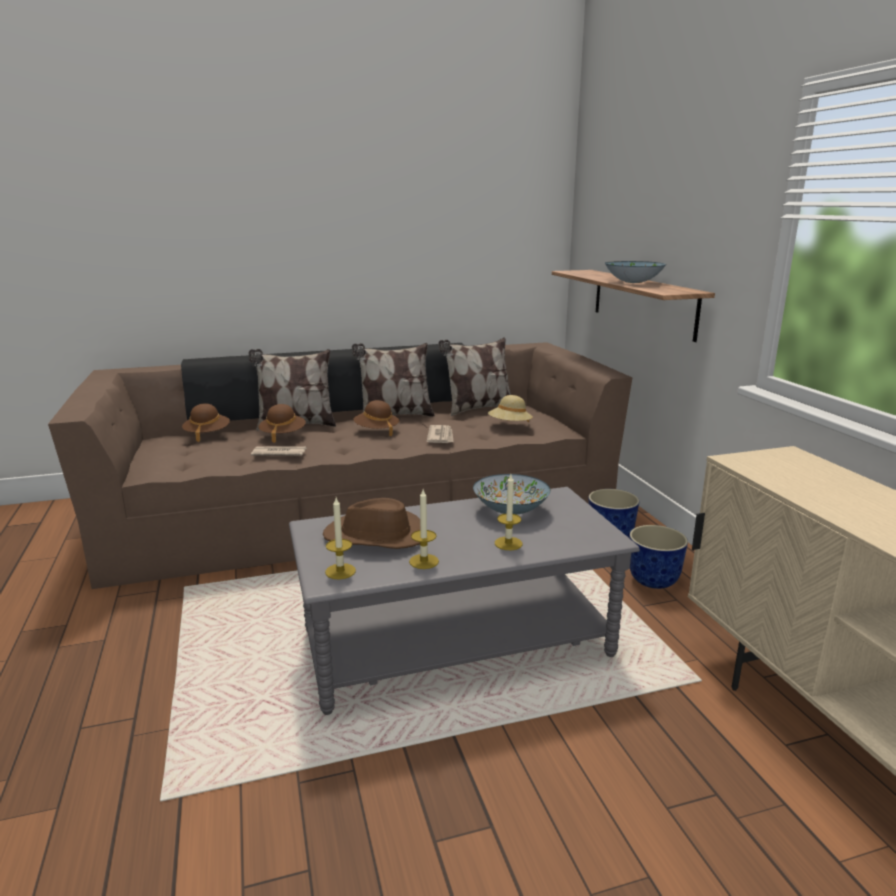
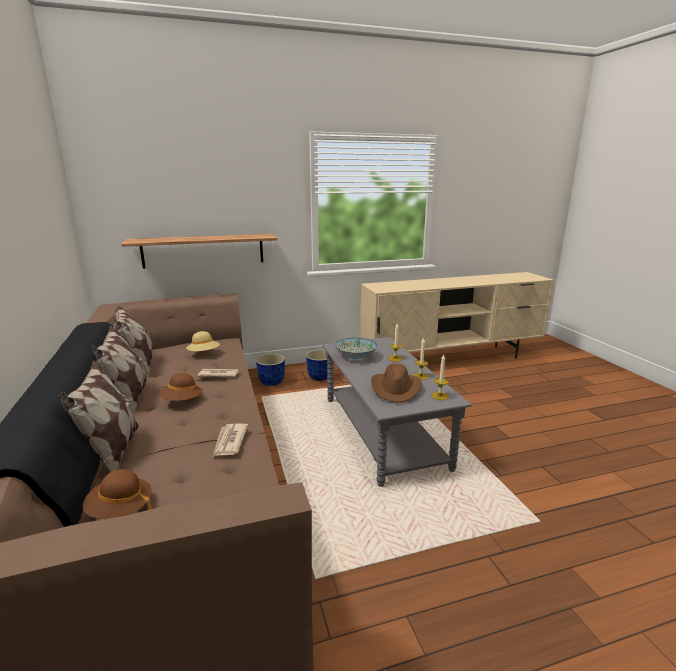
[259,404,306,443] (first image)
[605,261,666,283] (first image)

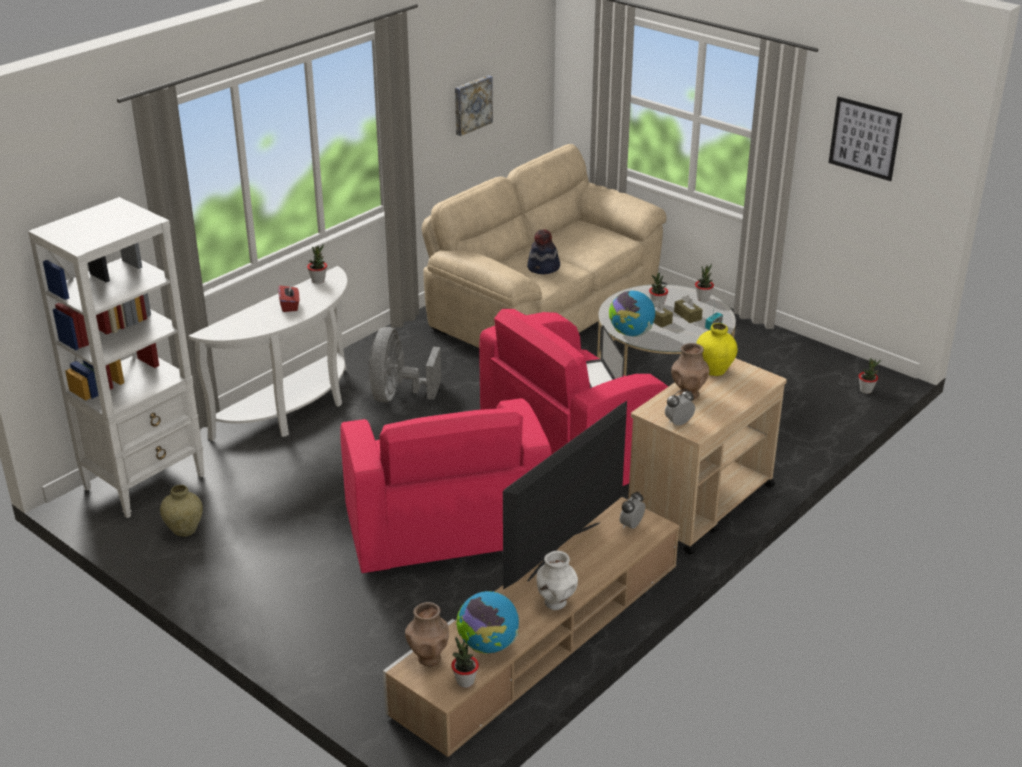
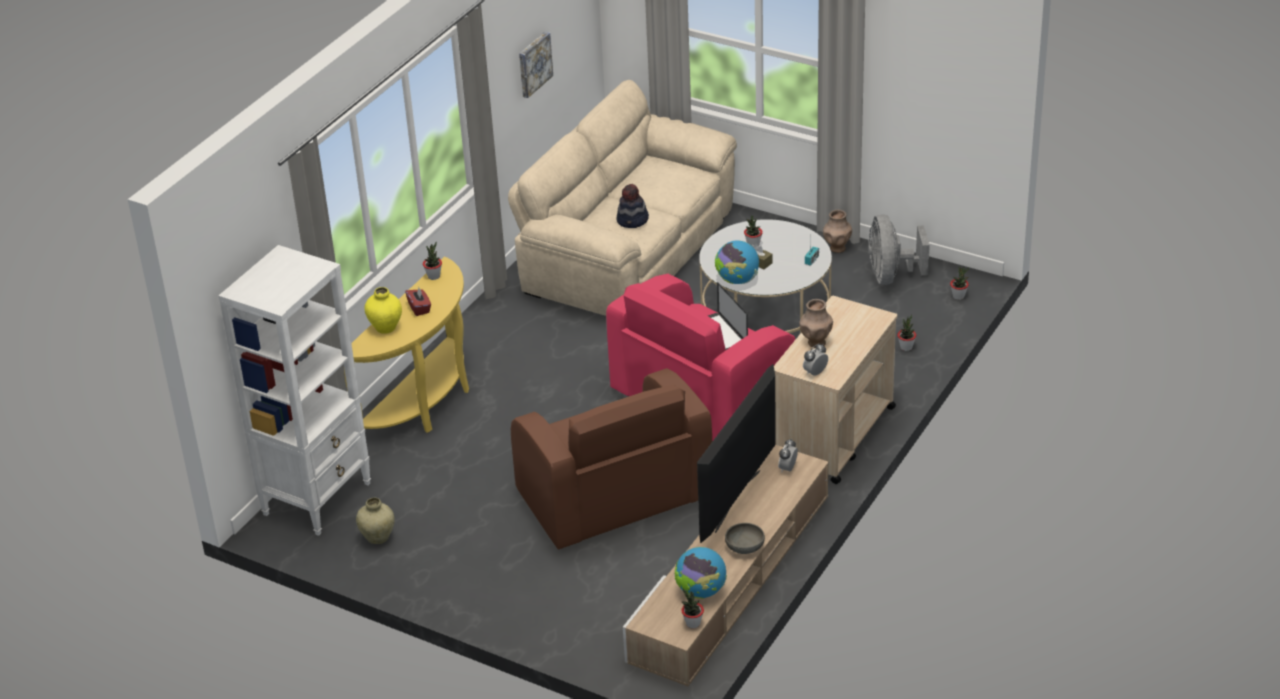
[674,295,703,323] (first image)
[829,97,902,181] (first image)
[868,215,930,285]
[823,209,852,253]
[897,314,916,351]
[365,287,402,334]
[725,523,765,554]
[344,257,469,433]
[511,368,712,549]

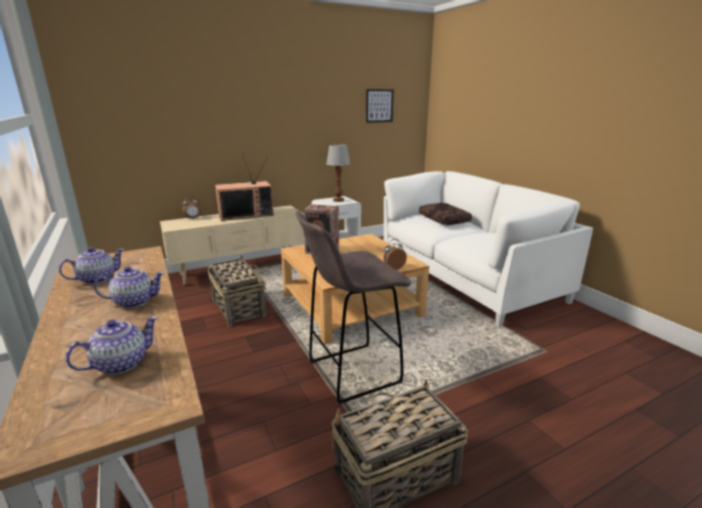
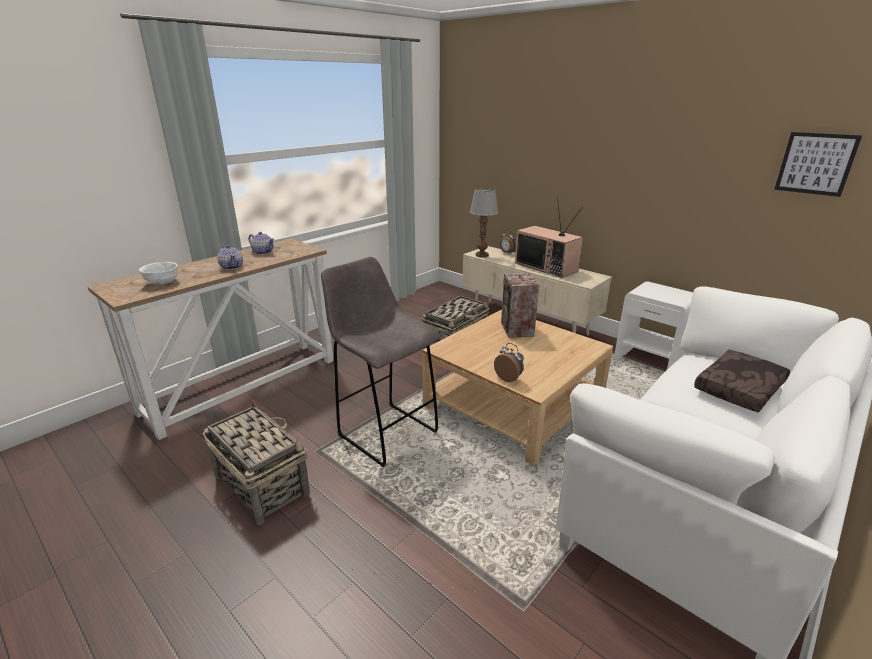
[470,188,499,258]
[139,262,178,284]

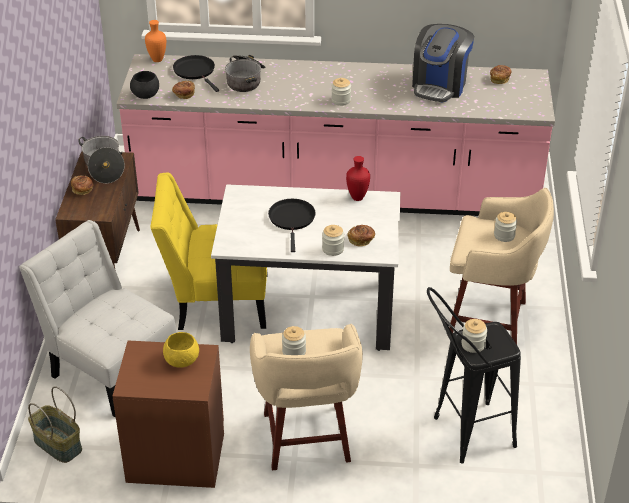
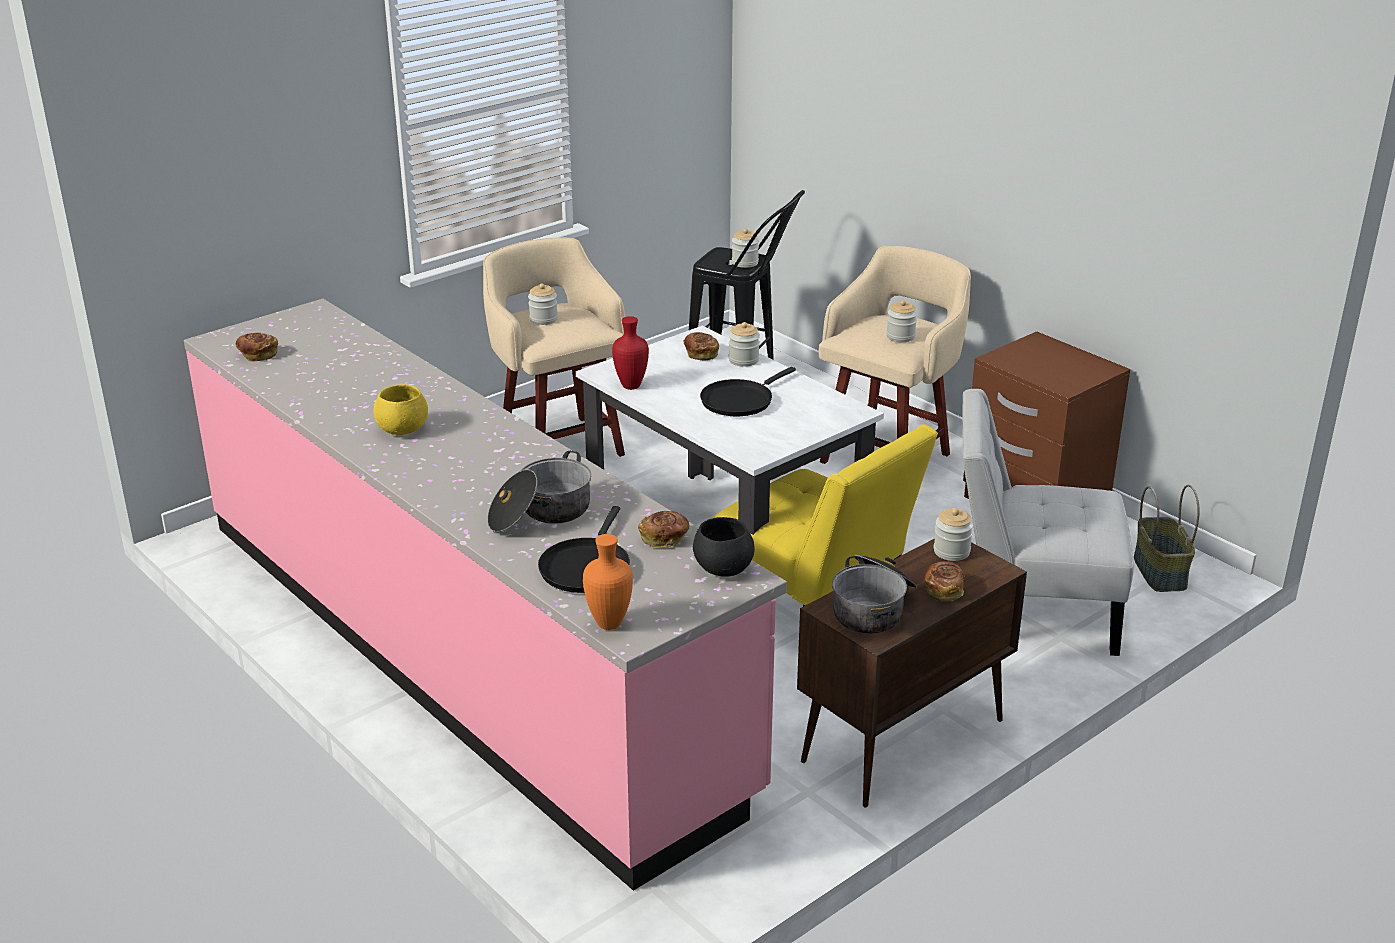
[412,24,474,103] (first image)
[373,384,428,435]
[934,508,973,561]
[962,389,1134,656]

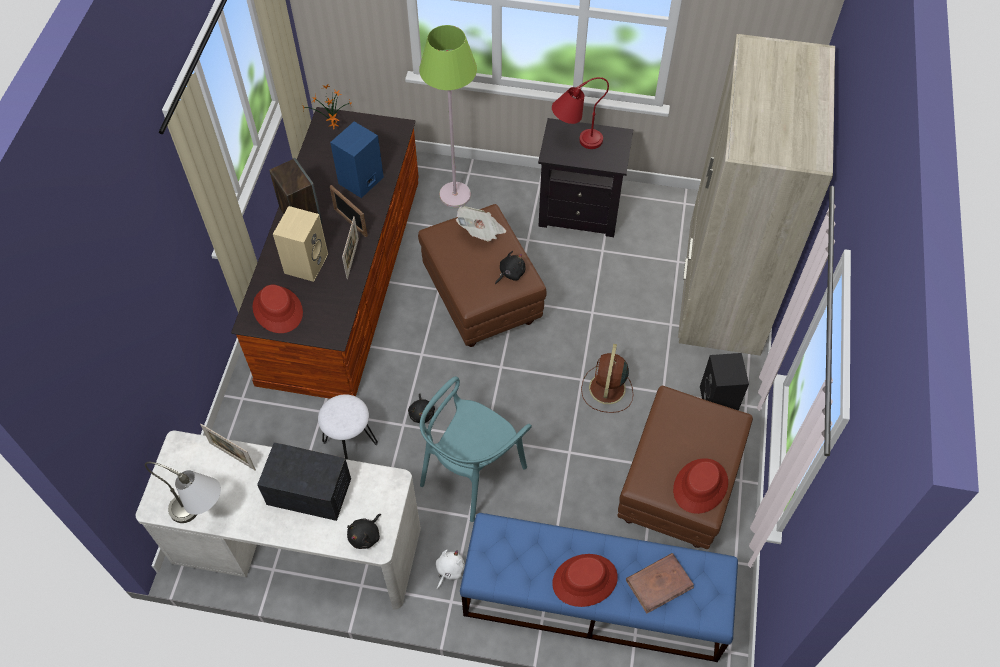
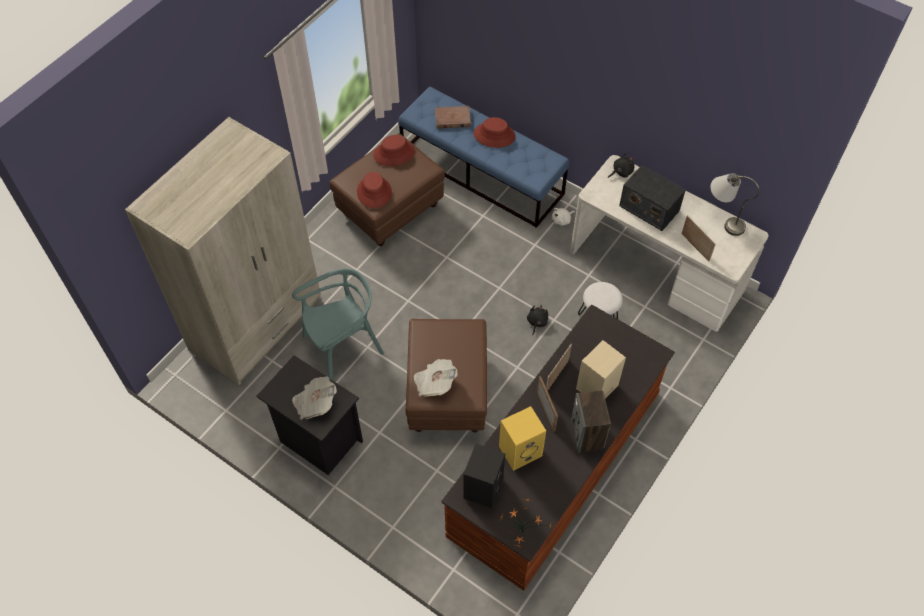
[419,25,477,208] (first image)
[495,251,526,284] (first image)
[581,344,633,413] (first image)
[357,172,392,208]
[292,268,384,380]
[463,444,505,508]
[292,376,337,420]
[499,406,546,471]

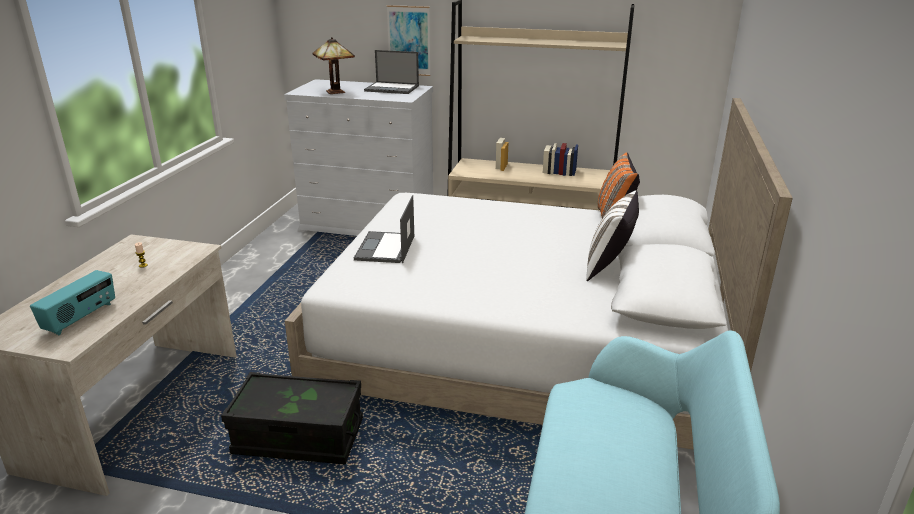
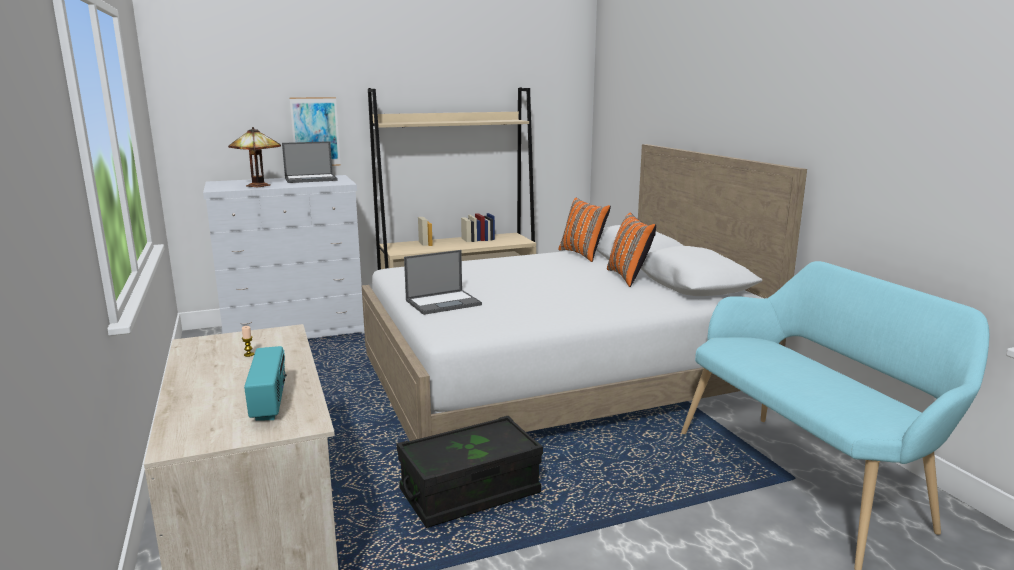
[607,213,656,287]
[404,250,482,315]

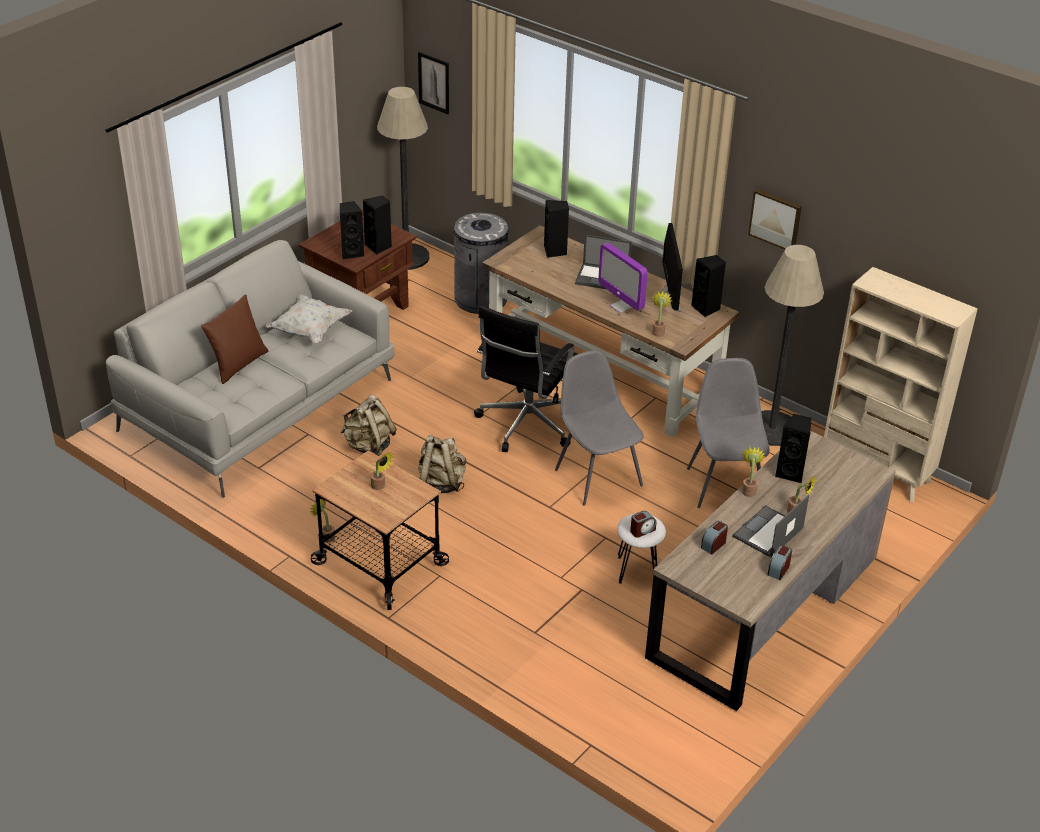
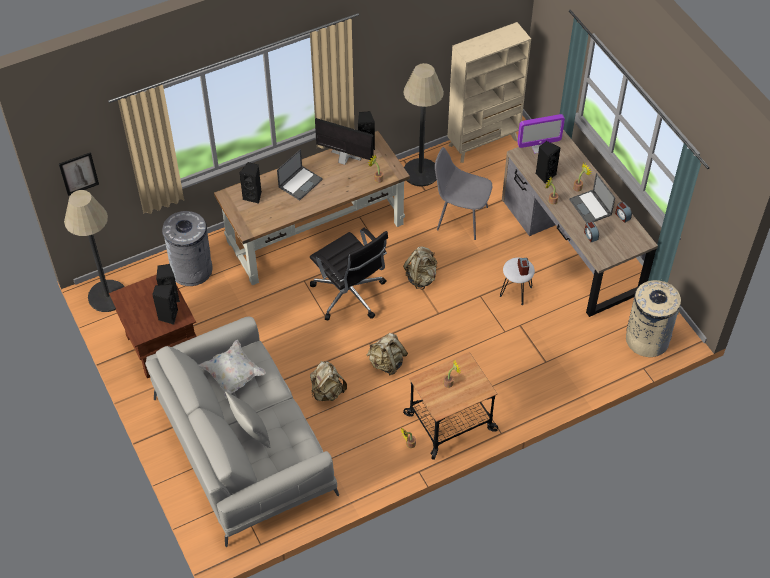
[748,189,802,250] (first image)
[626,279,681,357]
[517,114,565,154]
[403,246,437,290]
[225,391,270,448]

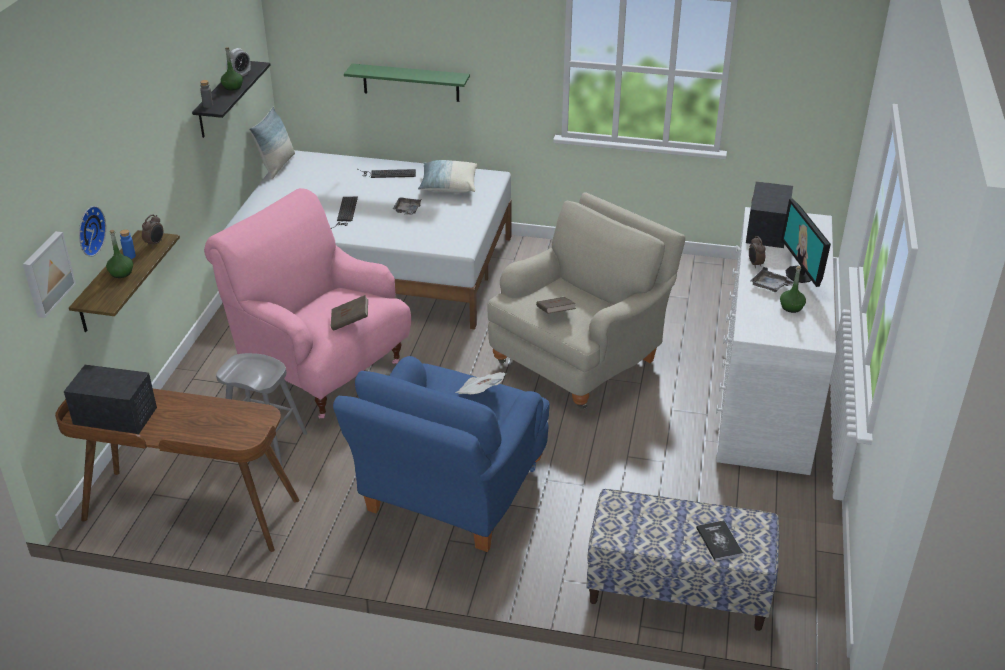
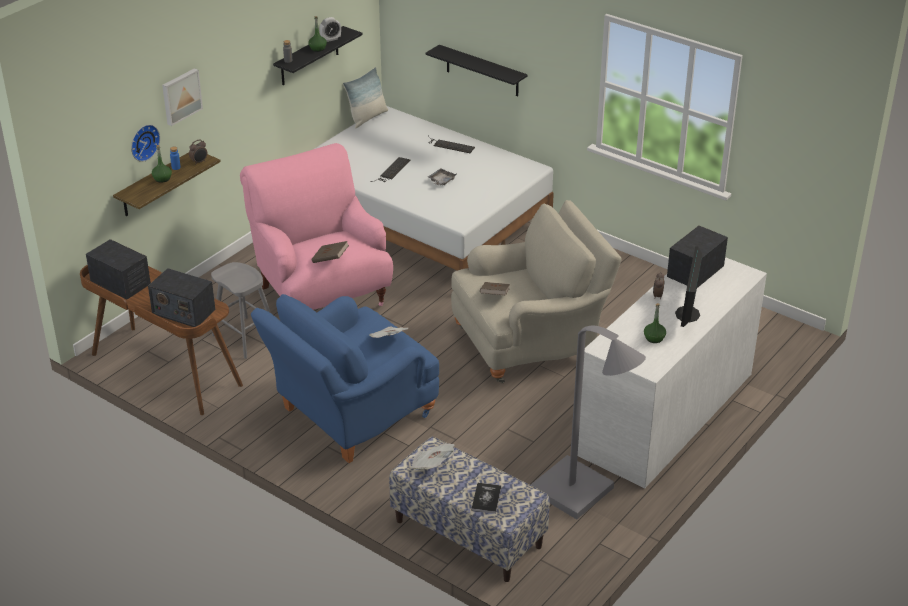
[418,160,477,193] (first image)
[751,267,794,292] (first image)
[148,268,215,327]
[410,443,455,469]
[531,325,646,519]
[162,68,203,126]
[426,45,527,96]

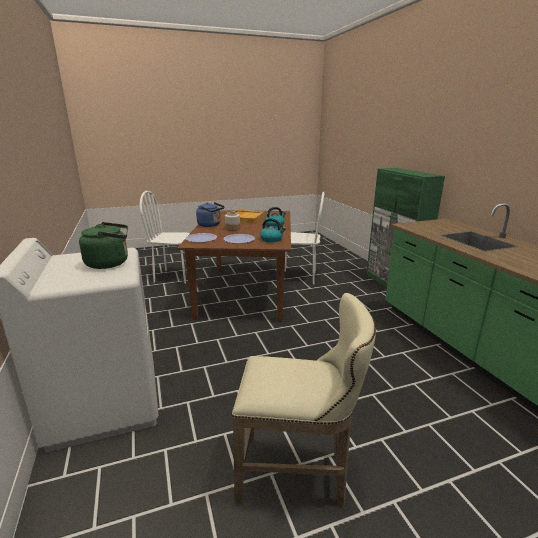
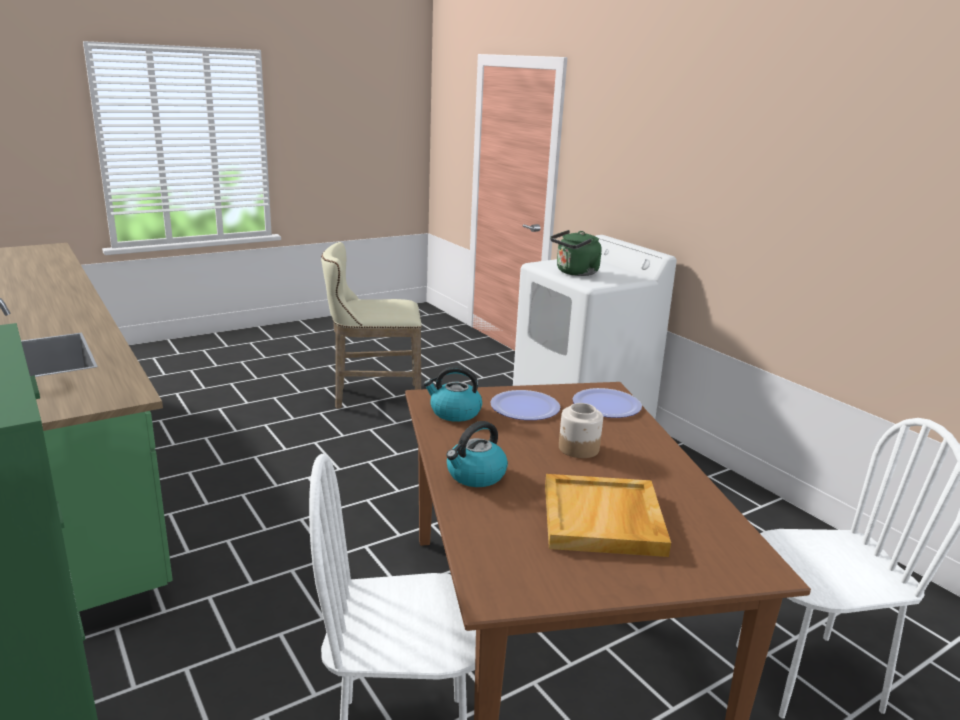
[196,202,224,227] (first image)

